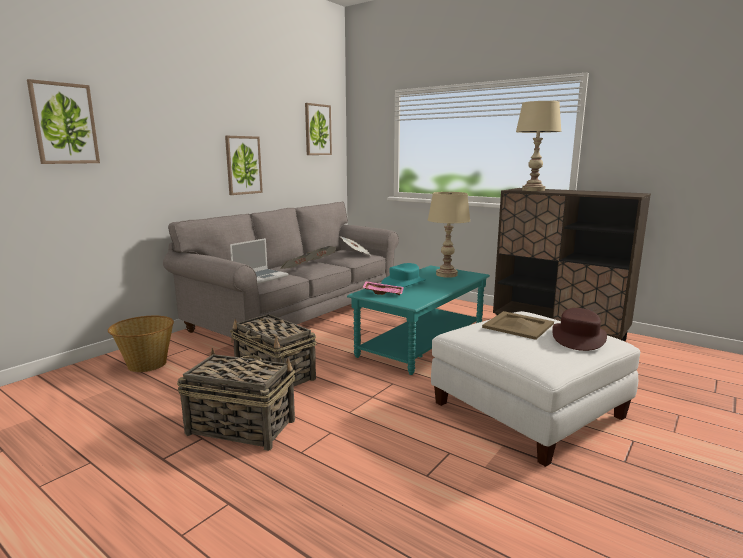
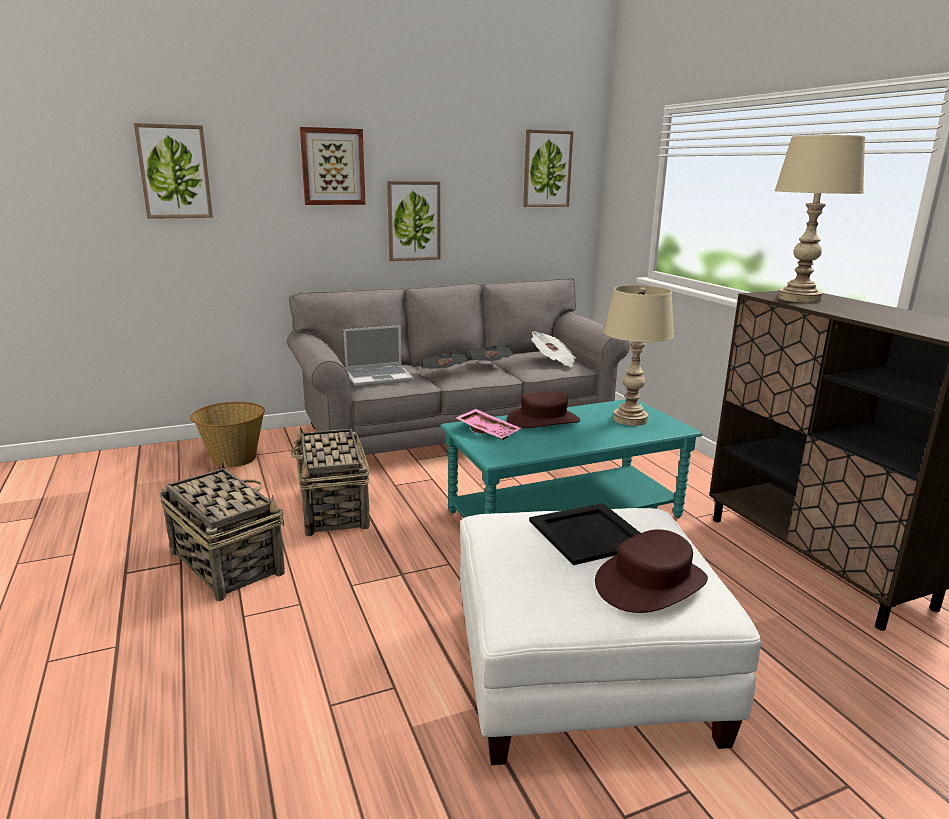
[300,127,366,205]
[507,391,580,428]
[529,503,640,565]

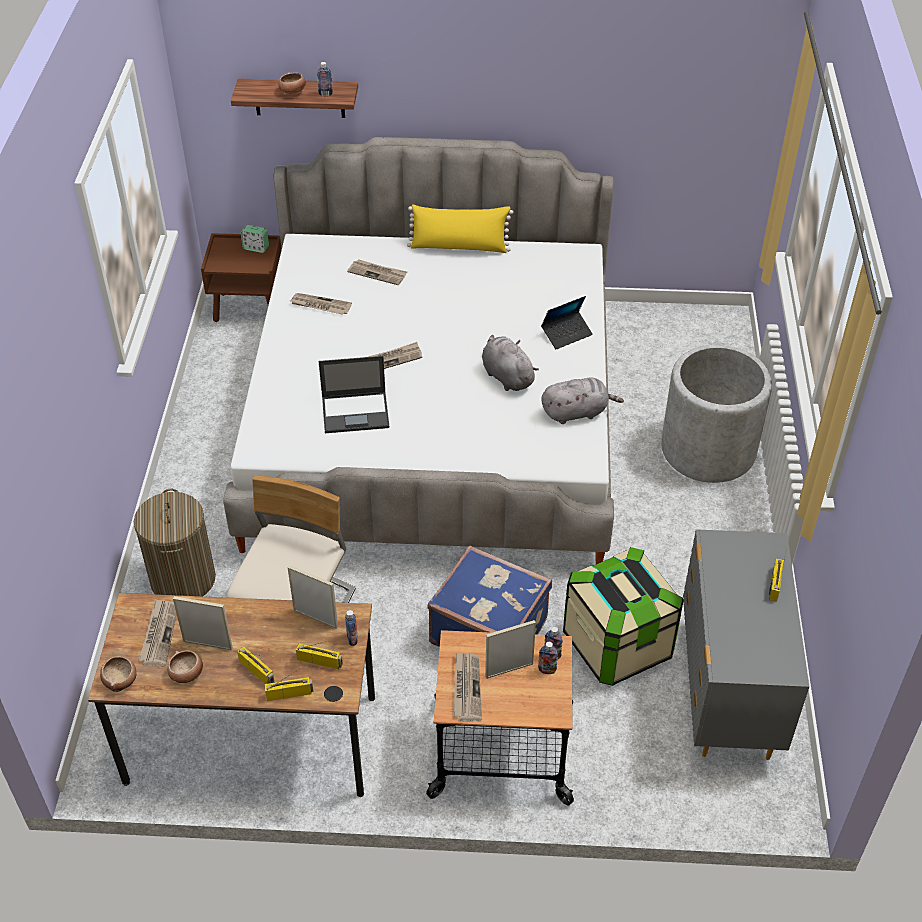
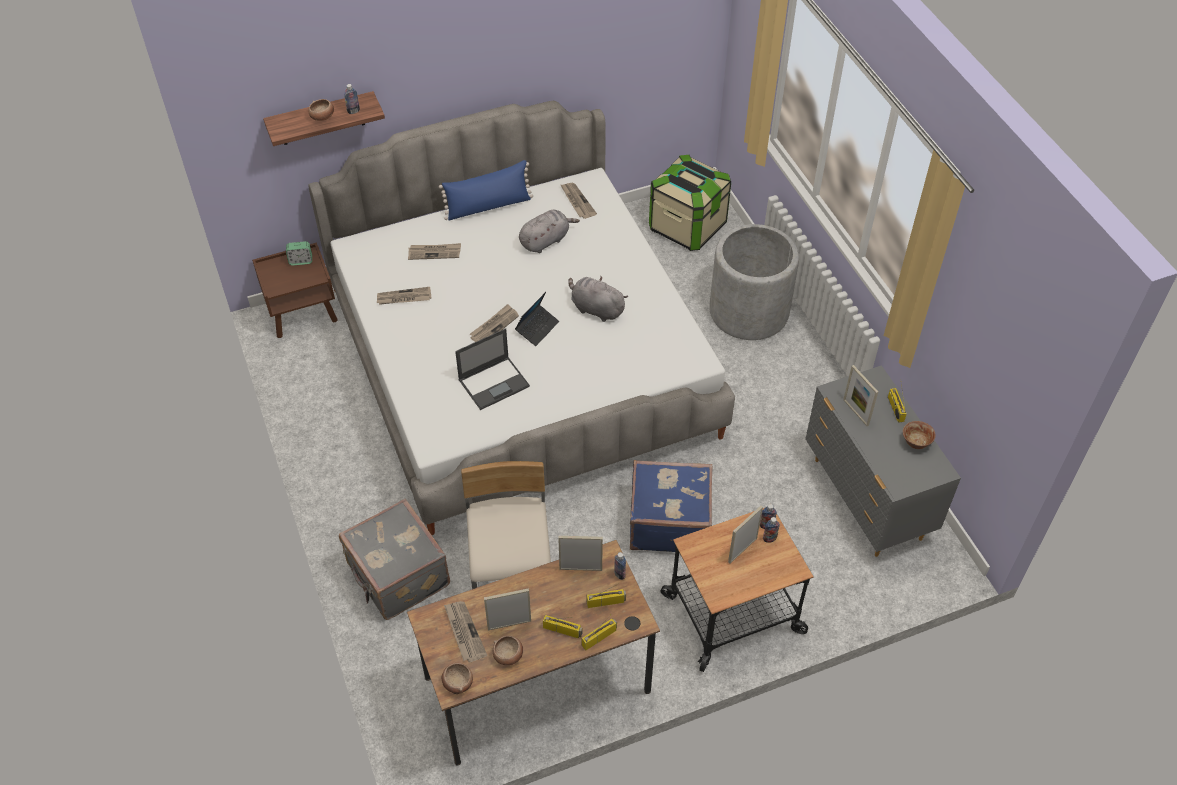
[843,365,878,426]
[903,421,935,449]
[561,183,597,219]
[515,292,559,346]
[519,210,580,253]
[649,155,731,251]
[339,499,450,620]
[439,160,533,220]

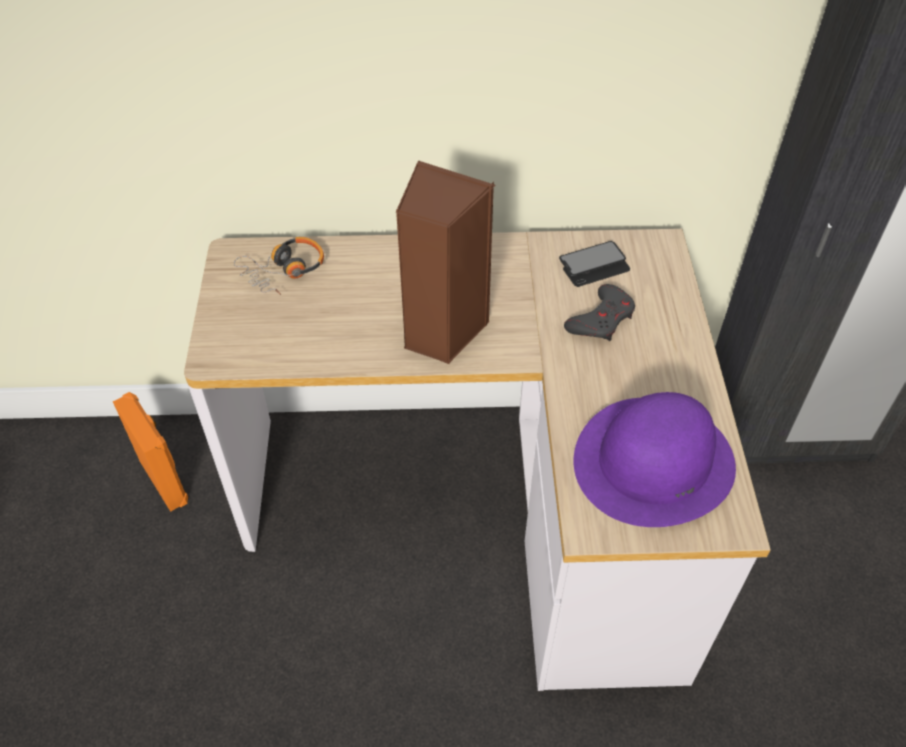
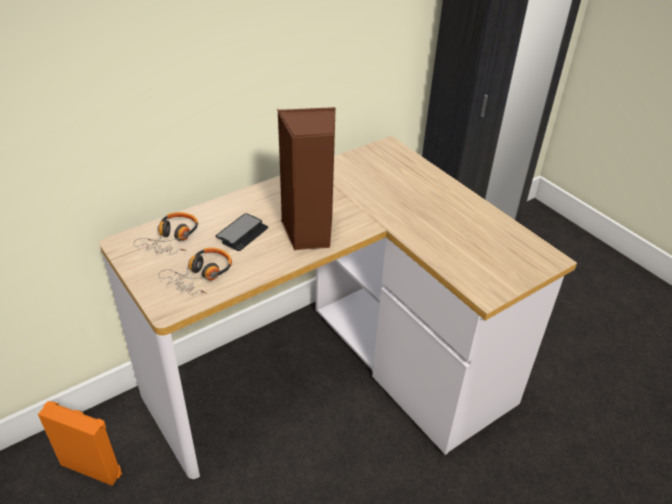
[564,284,635,341] (first image)
[574,392,736,527] (first image)
[158,248,232,295]
[216,213,268,251]

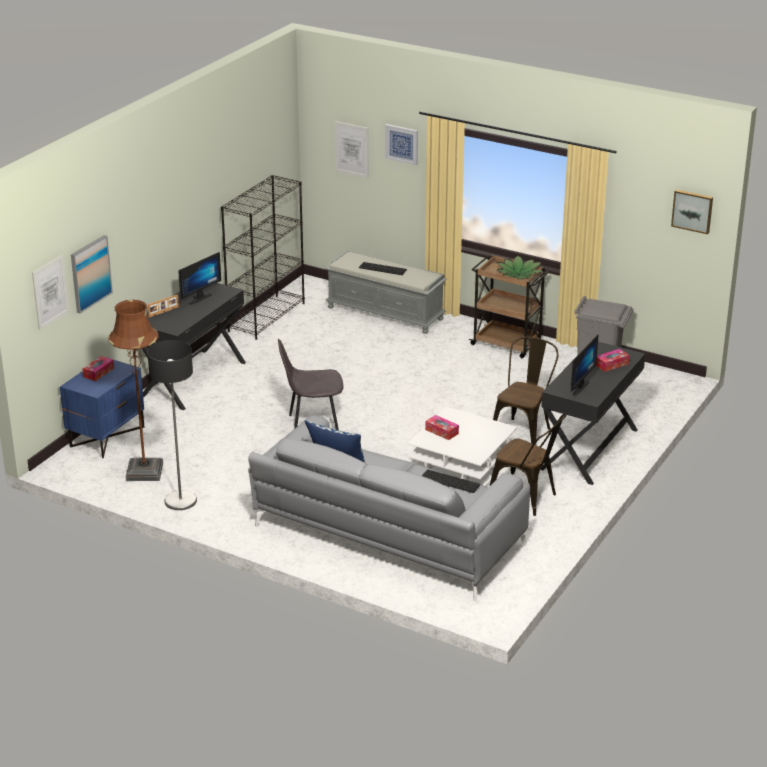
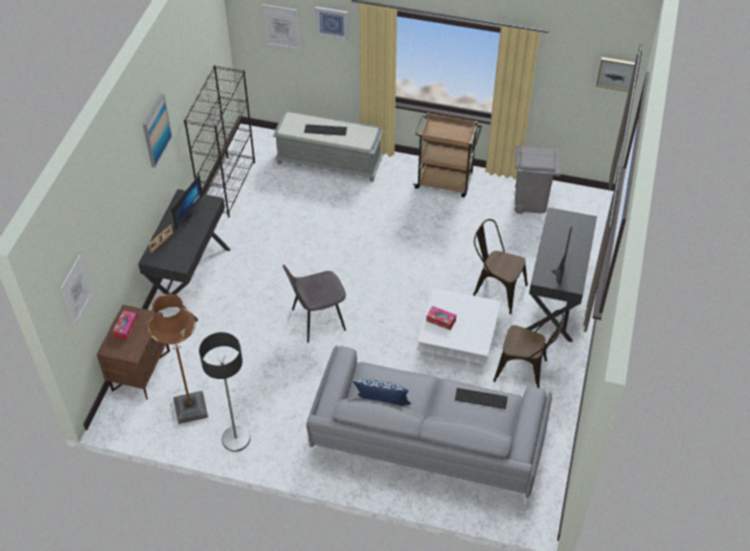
[496,255,543,280] (first image)
[596,349,630,372] (first image)
[143,94,172,168]
[97,305,170,399]
[473,219,528,314]

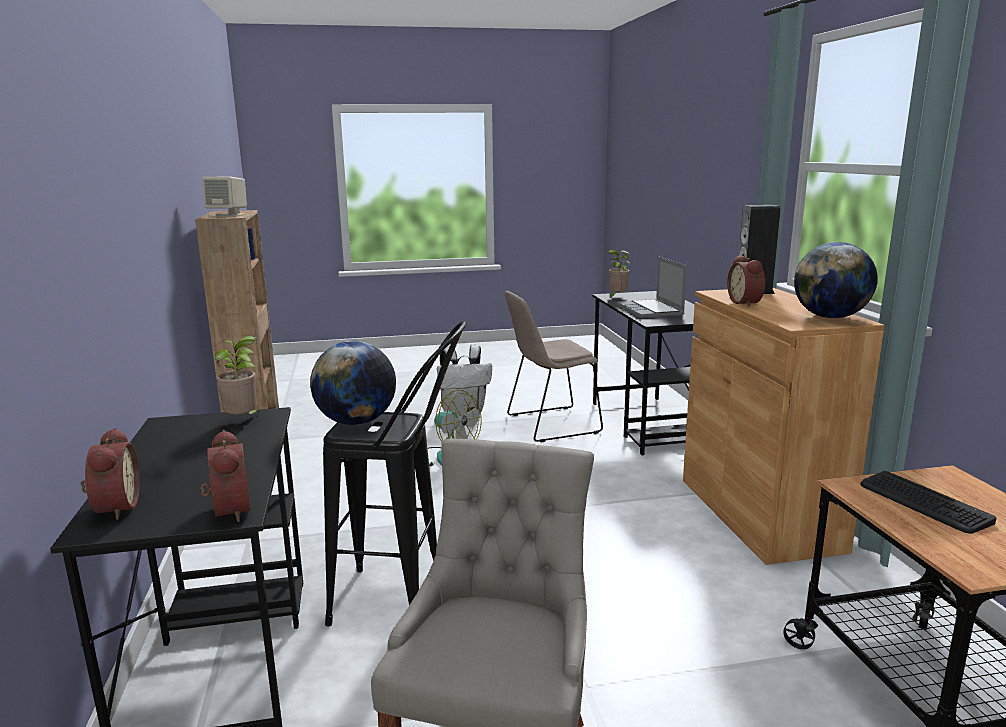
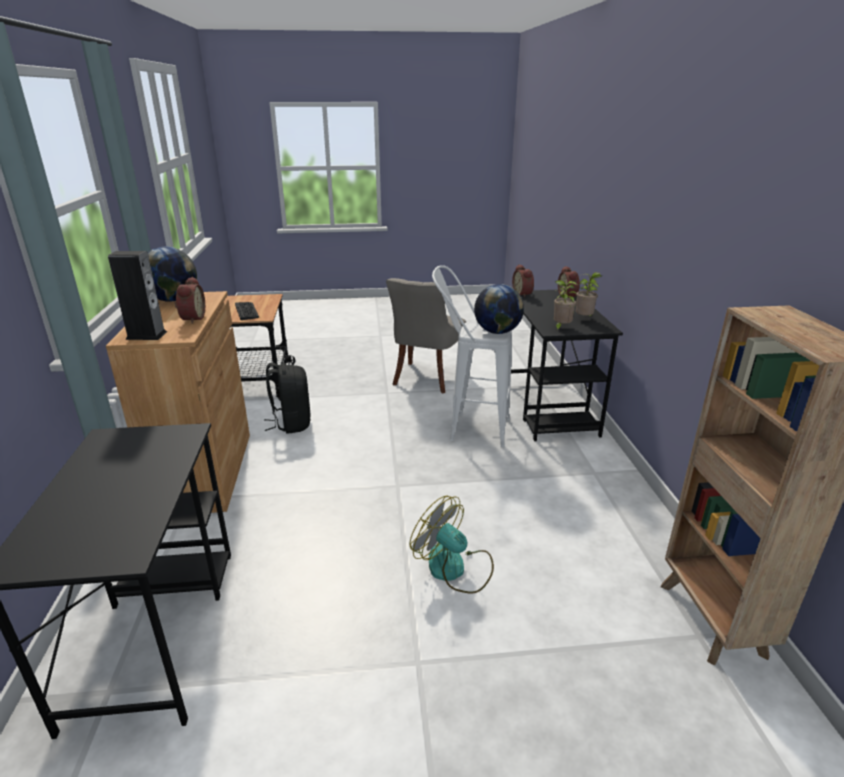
[202,177,247,217] (first image)
[437,345,492,415] (first image)
[505,291,603,443] (first image)
[617,257,687,318] (first image)
[265,363,311,434]
[576,272,602,316]
[432,265,512,447]

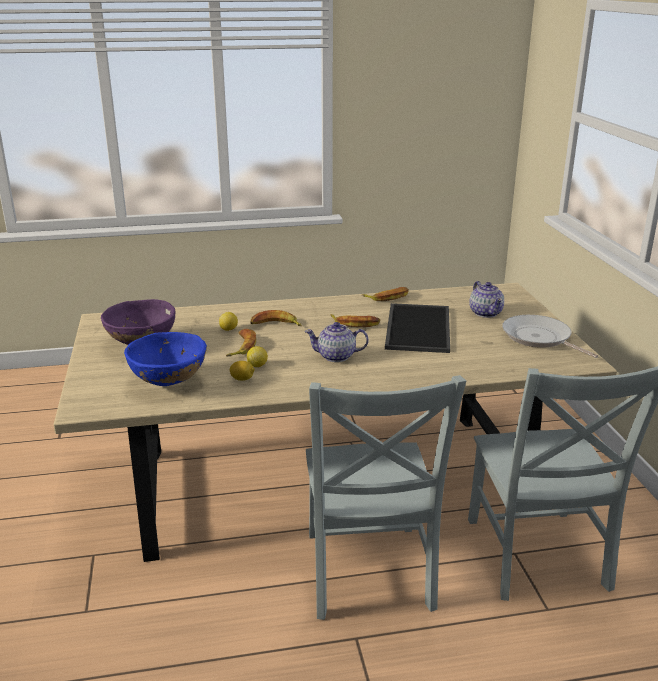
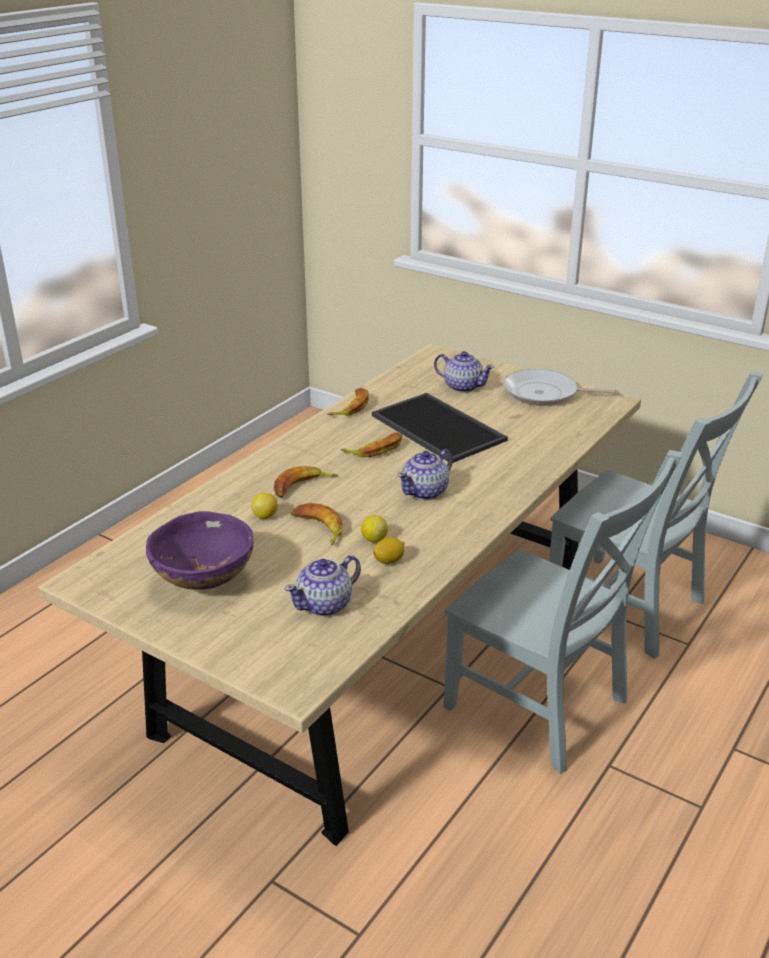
[284,555,361,616]

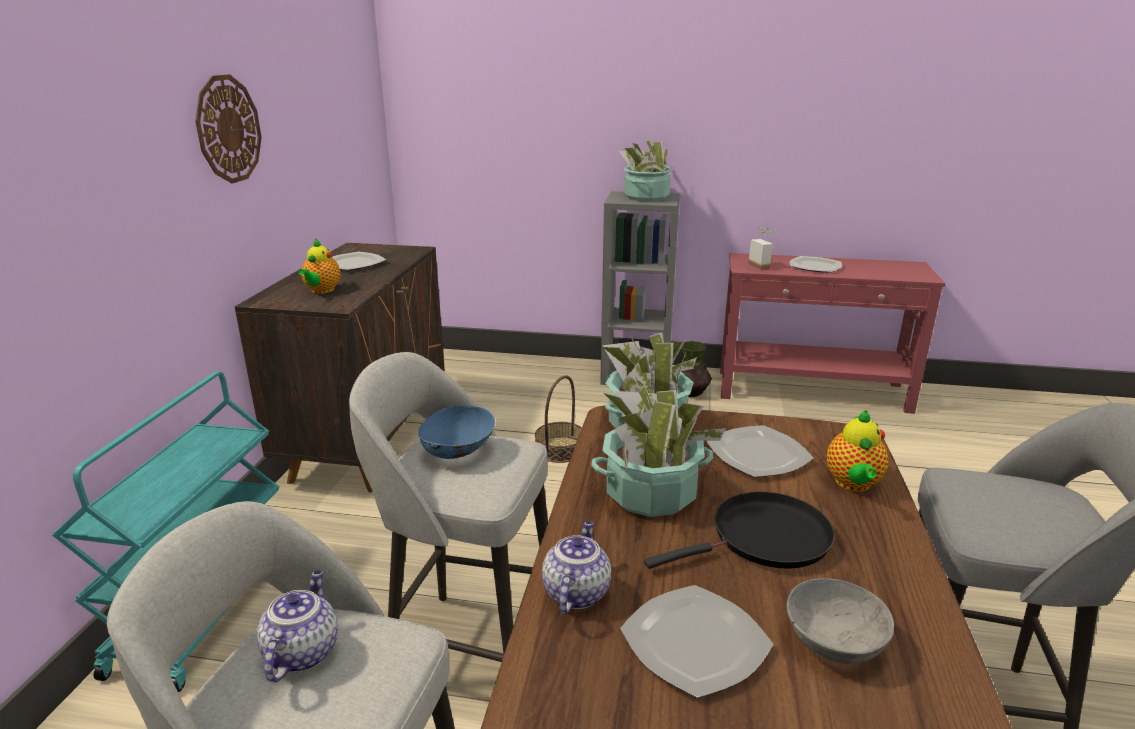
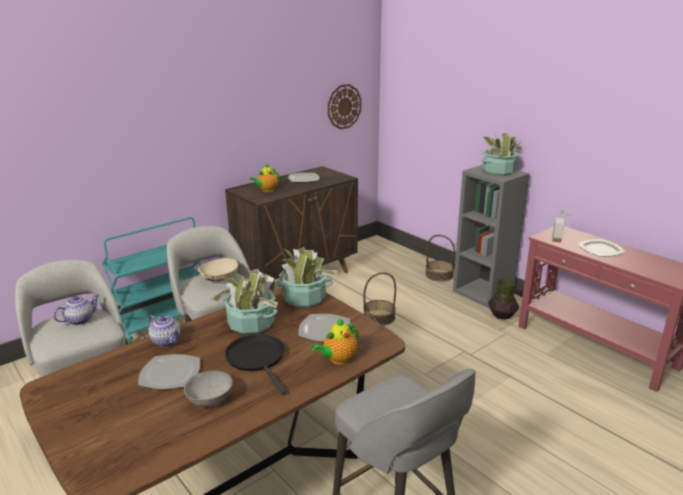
[425,235,456,282]
[328,84,361,129]
[198,258,238,282]
[148,315,180,347]
[225,334,286,395]

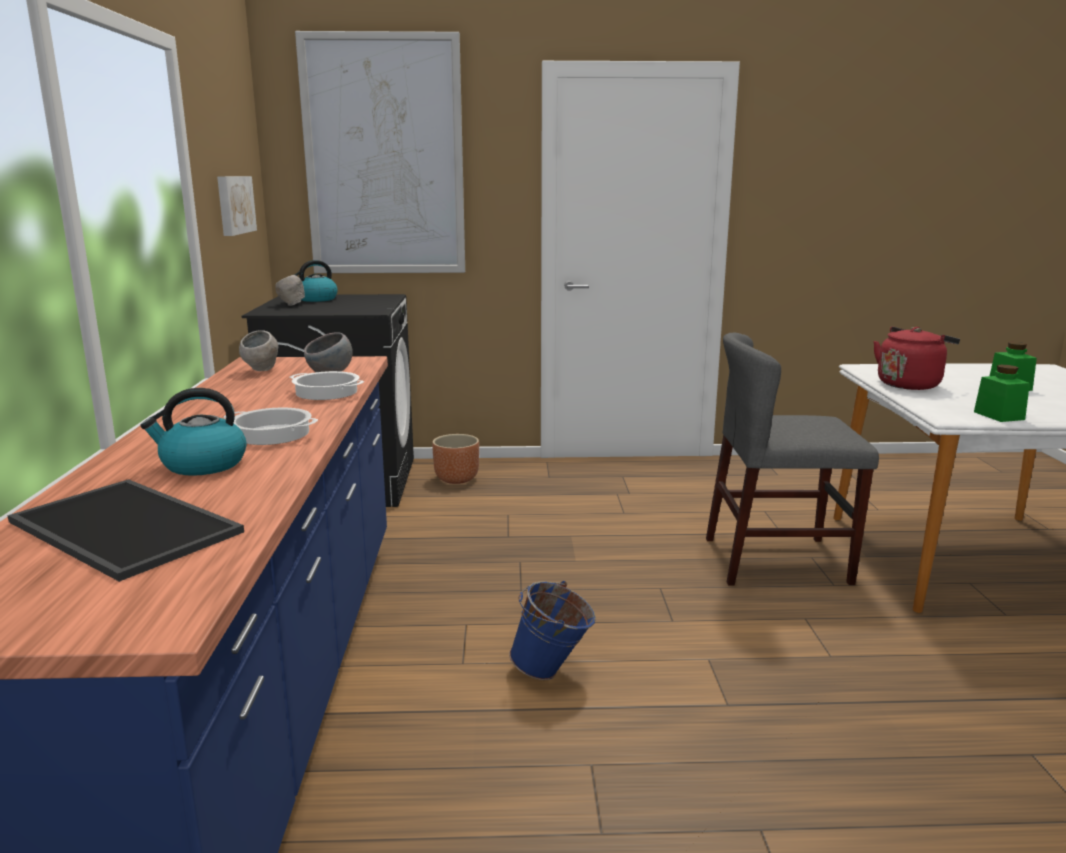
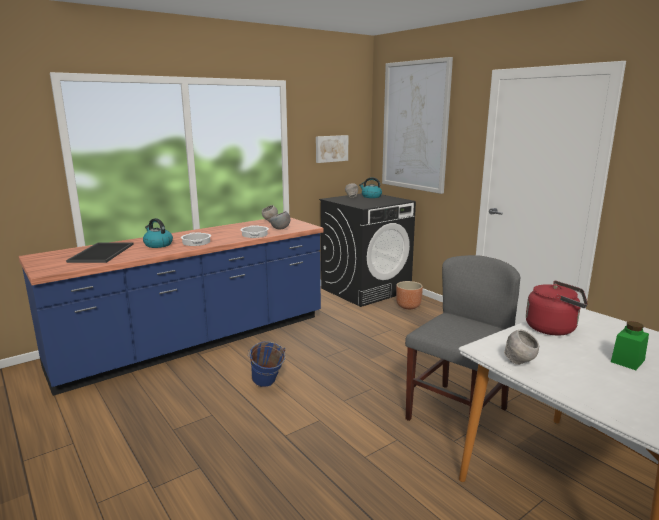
[504,330,539,365]
[405,255,521,447]

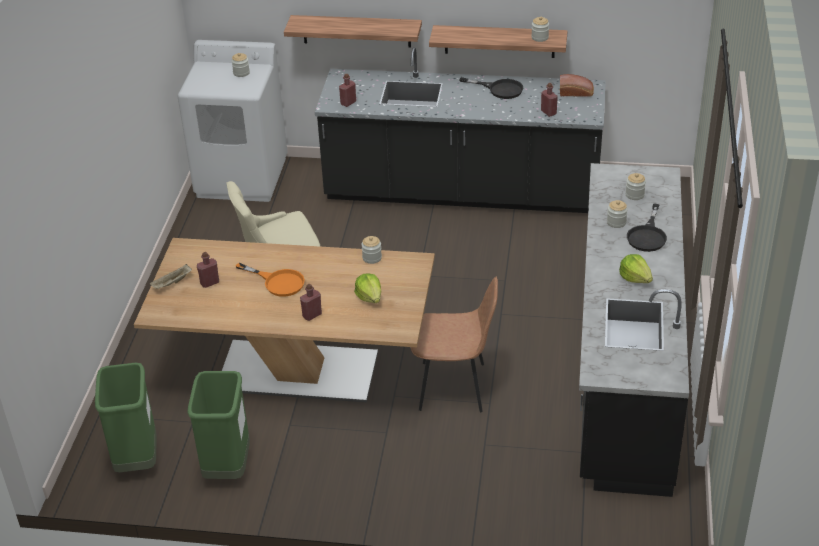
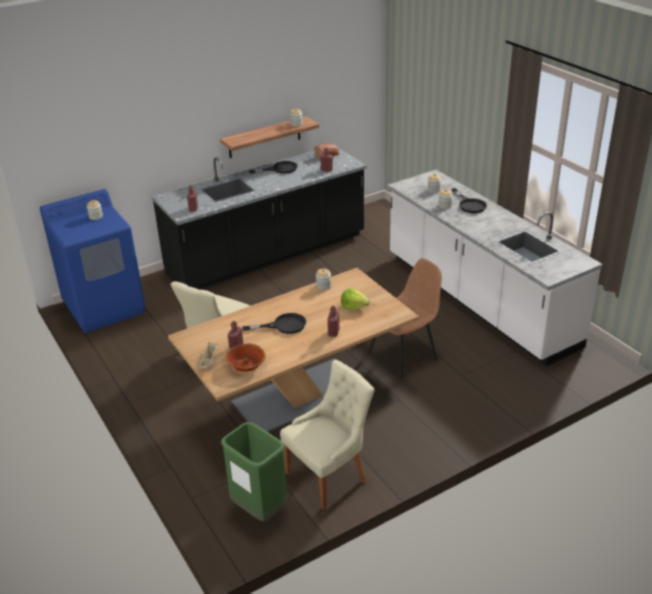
[284,15,422,48] (first image)
[619,254,653,283] (first image)
[225,344,266,372]
[280,360,374,510]
[40,189,145,333]
[242,313,306,334]
[387,170,603,366]

